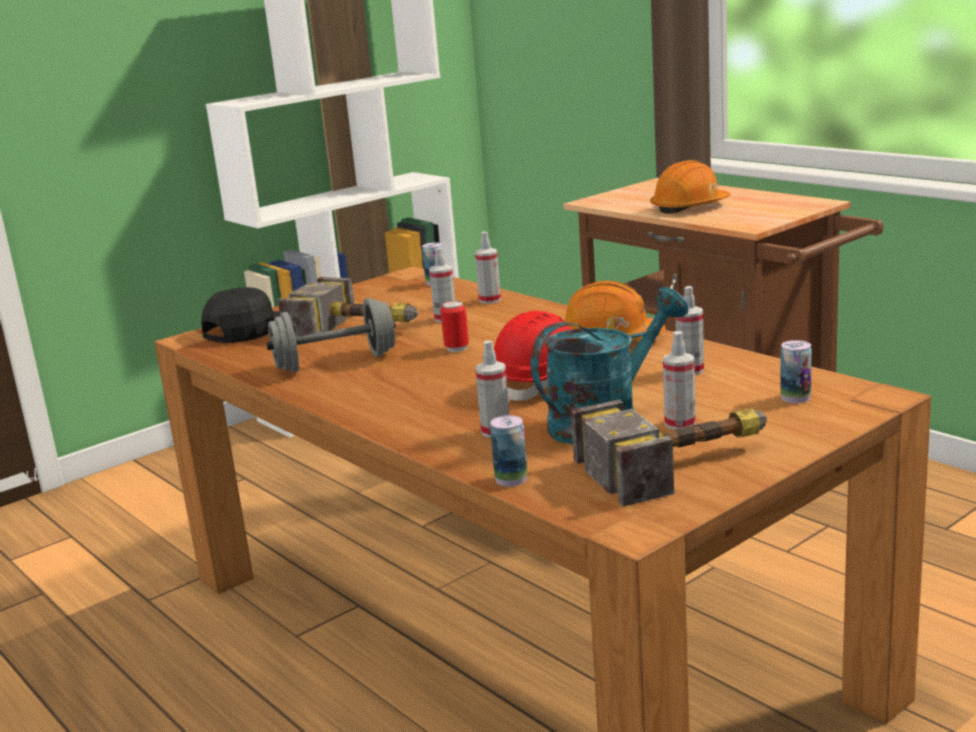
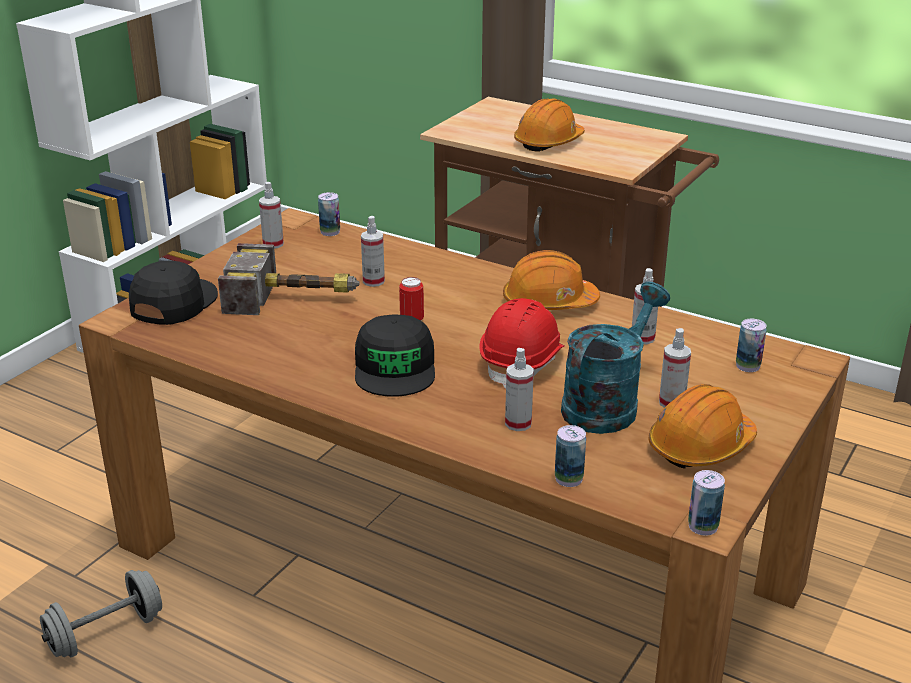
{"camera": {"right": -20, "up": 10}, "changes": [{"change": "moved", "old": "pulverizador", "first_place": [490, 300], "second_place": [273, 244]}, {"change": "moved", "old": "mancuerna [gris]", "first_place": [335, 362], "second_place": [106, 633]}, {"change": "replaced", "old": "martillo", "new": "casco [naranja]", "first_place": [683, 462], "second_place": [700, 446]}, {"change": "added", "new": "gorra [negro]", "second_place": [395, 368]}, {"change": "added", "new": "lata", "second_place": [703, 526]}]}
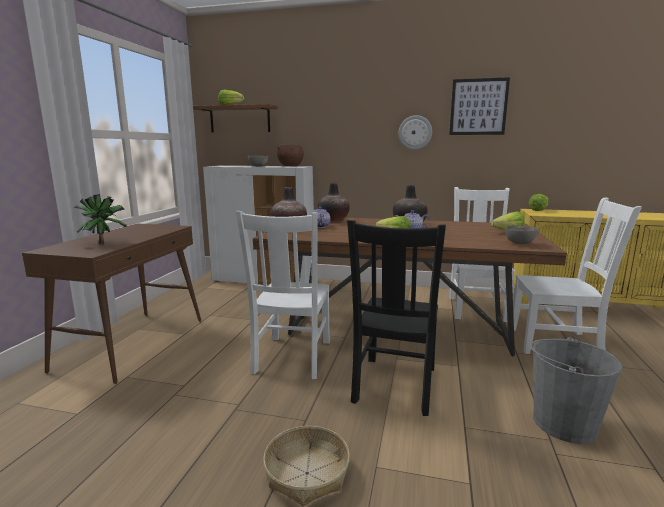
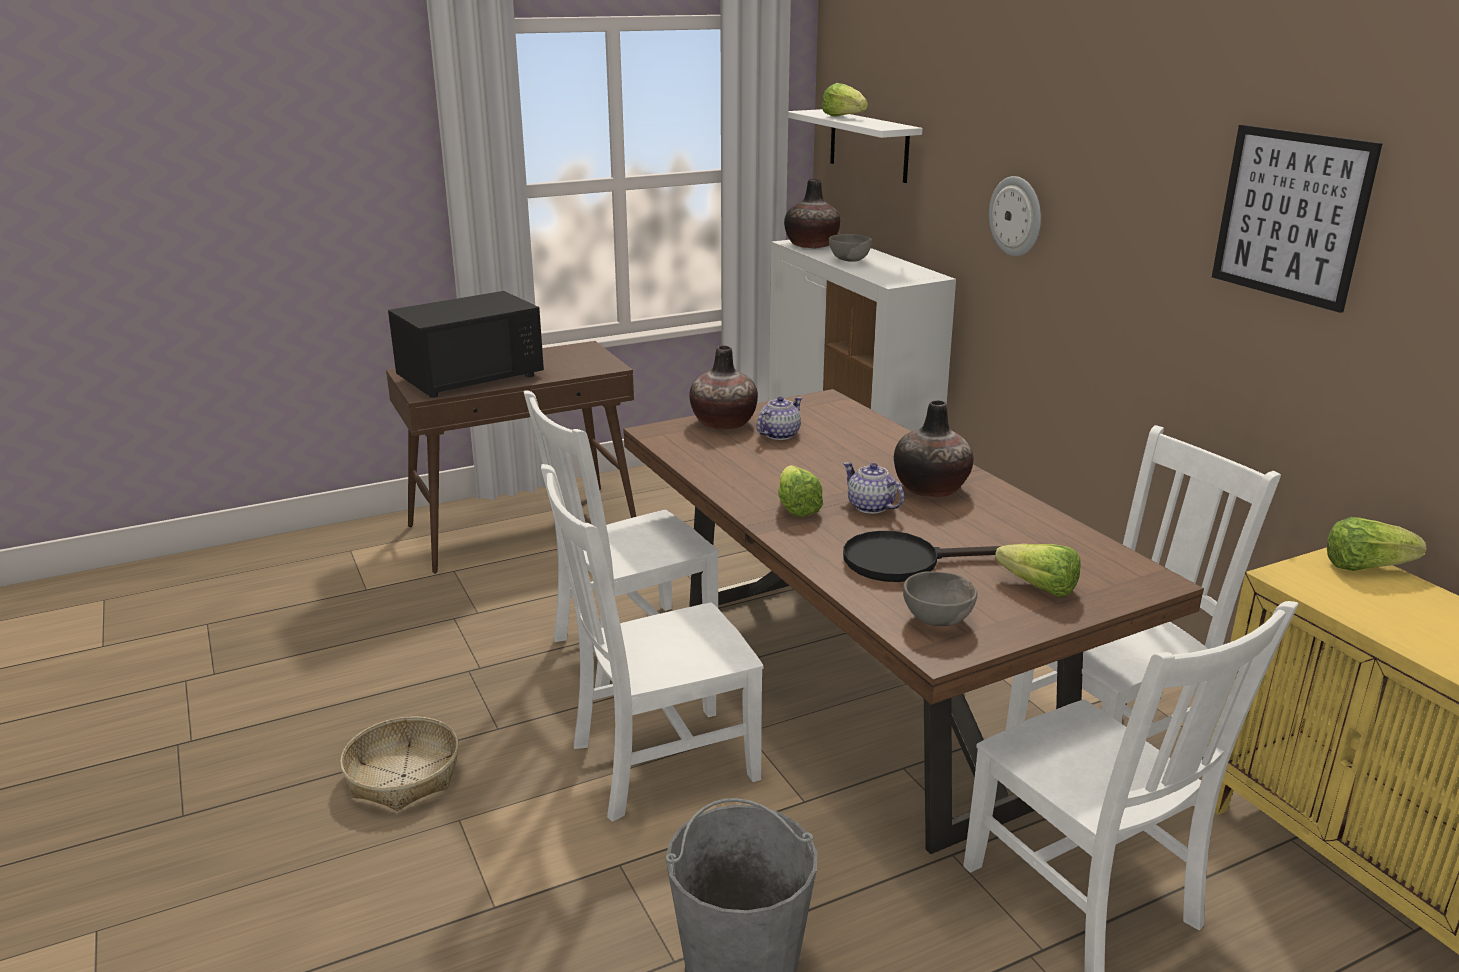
{"camera": {"right": 50, "up": 10}, "changes": [{"change": "recoloured", "old": "estante [marrón]", "new": "estante [blanco]", "first_place": [239, 119], "second_place": [868, 145]}, {"change": "moved", "old": "reloj de pared", "first_place": [415, 132], "second_place": [1016, 216]}, {"change": "removed", "old": "cuenco [marrón]", "first_place": [291, 166]}, {"change": "moved", "old": "florero", "first_place": [333, 220], "second_place": [811, 245]}, {"change": "replaced", "old": "planta en maceta", "new": "microondas [negro]", "first_place": [104, 243], "second_place": [471, 378]}, {"change": "recoloured", "old": "silla [negro]", "new": "silla [blanco]", "first_place": [394, 386], "second_place": [658, 763]}, {"change": "added", "new": "sartén [negro]", "second_place": [904, 562]}]}
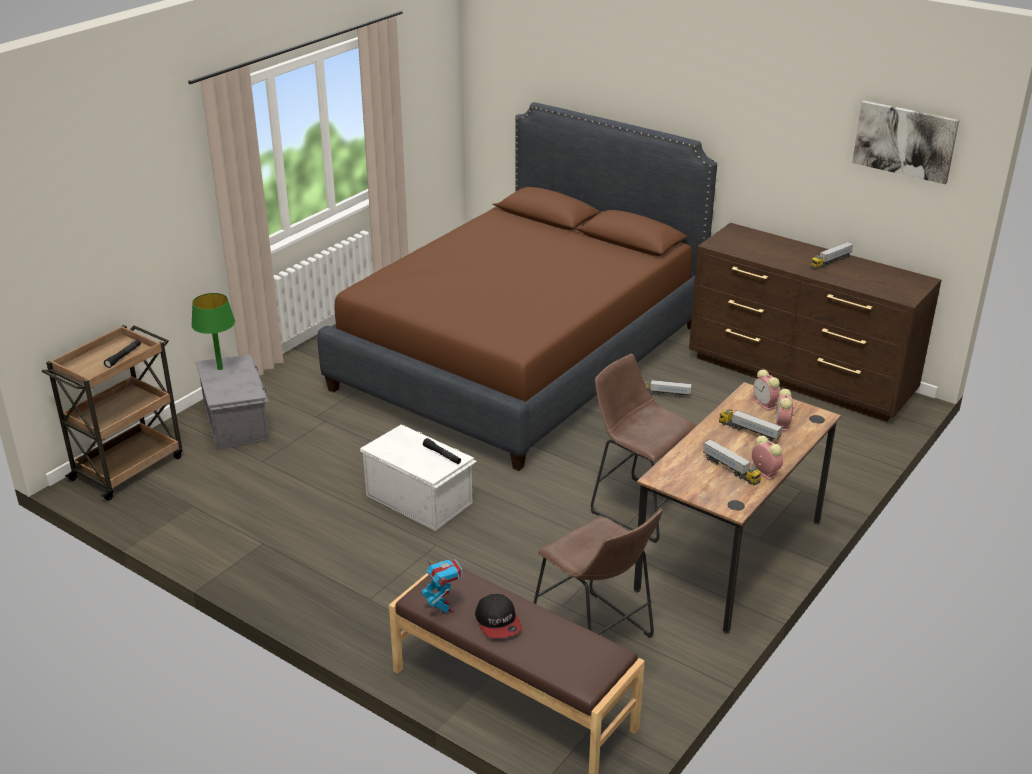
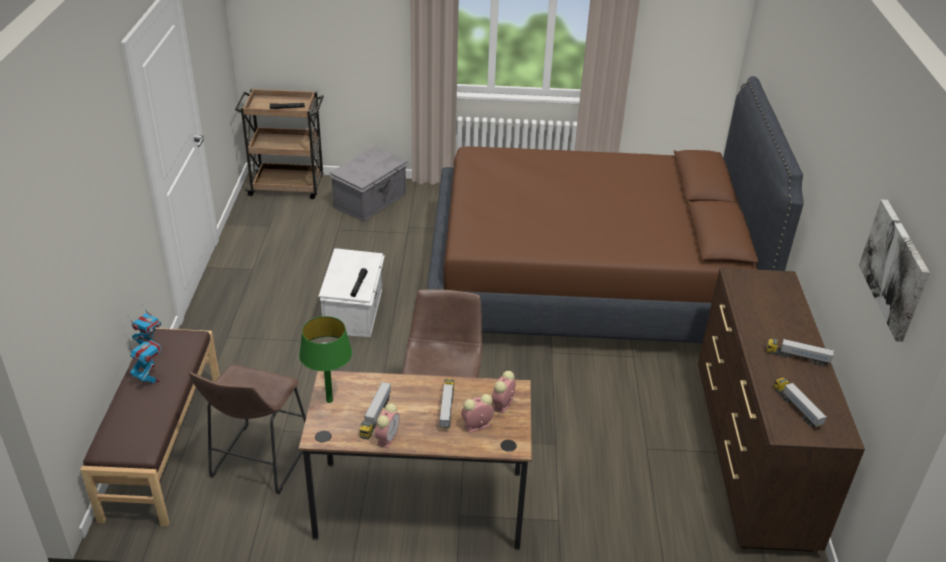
{"camera": {"right": 55, "up": 5}, "changes": [{"change": "moved", "old": "lámpara de mesa [verde]", "first_place": [220, 368], "second_place": [329, 400]}, {"change": "moved", "old": "camión de juguete", "first_place": [664, 394], "second_place": [796, 408]}, {"change": "replaced", "old": "gorra", "new": "robot de juguete", "first_place": [498, 622], "second_place": [150, 381]}]}
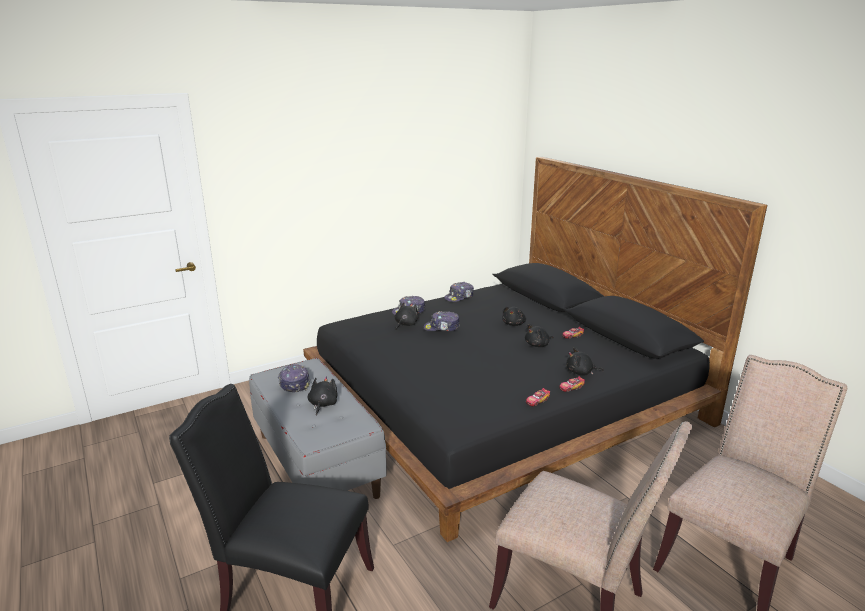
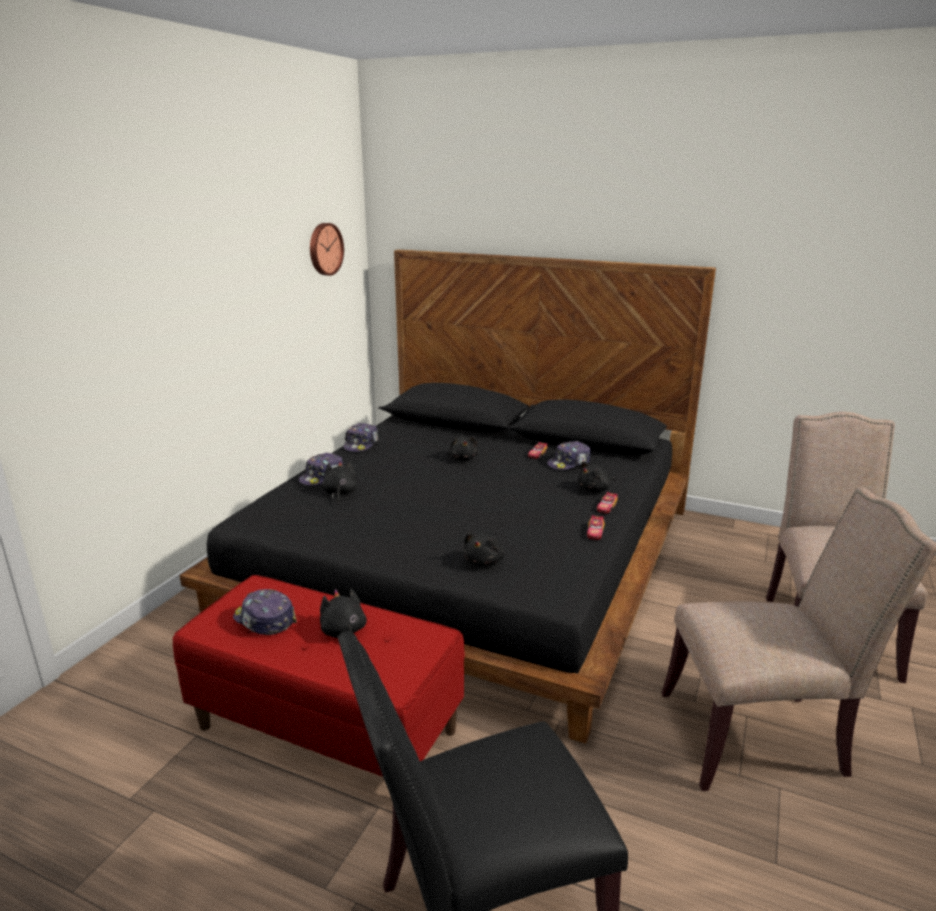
{"camera": {"right": -35, "up": 0}, "changes": [{"change": "moved", "old": "gorra", "first_place": [441, 328], "second_place": [569, 463]}, {"change": "moved", "old": "peluche [negro]", "first_place": [538, 345], "second_place": [485, 561]}, {"change": "recoloured", "old": "banco [gris]", "new": "banco [rojo]", "first_place": [317, 464], "second_place": [328, 728]}, {"change": "added", "new": "reloj de pared", "second_place": [324, 249]}]}
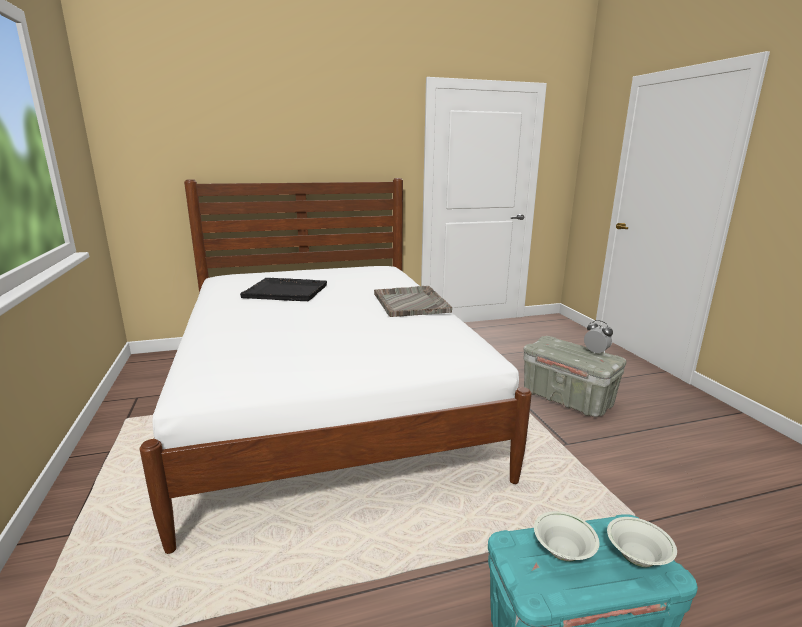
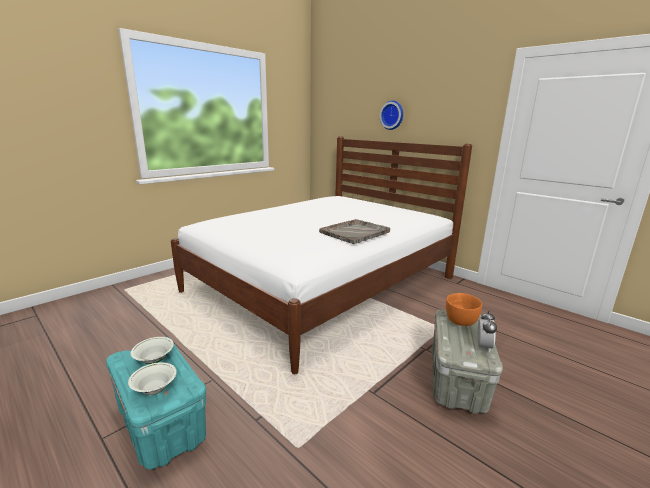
{"camera": {"right": 60, "up": 0}, "changes": [{"change": "removed", "old": "bandeja [negro]", "first_place": [286, 291]}, {"change": "added", "new": "reloj de pared", "second_place": [392, 115]}, {"change": "added", "new": "cuenco [naranja]", "second_place": [460, 321]}]}
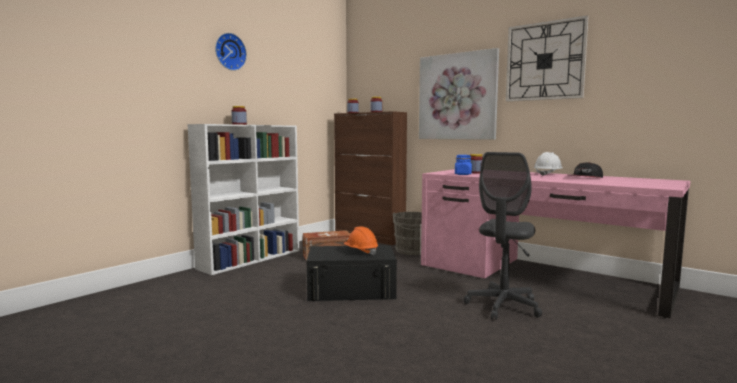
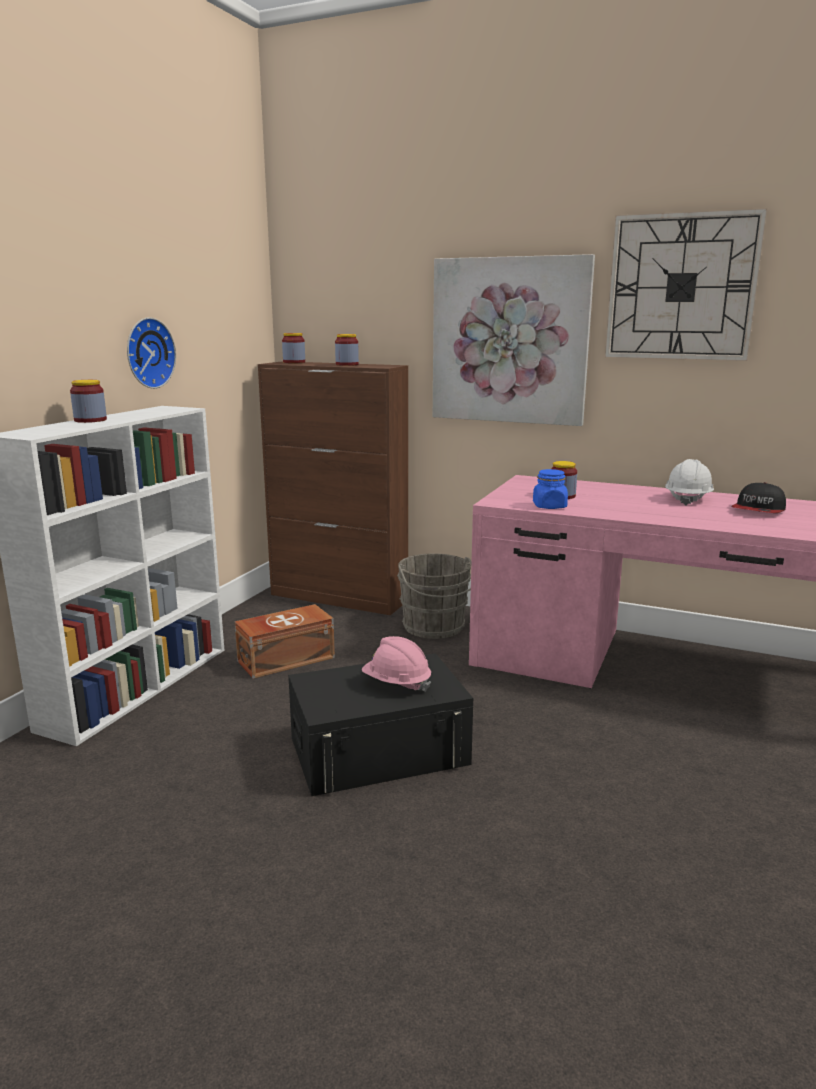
{"camera": {"right": -15, "up": 10}, "changes": [{"change": "moved", "old": "reloj de pared", "first_place": [229, 52], "second_place": [147, 353]}, {"change": "removed", "old": "silla de oficina [gris]", "first_place": [503, 306]}, {"change": "recoloured", "old": "casco [naranja]", "new": "casco [rosa]", "first_place": [361, 252], "second_place": [396, 683]}]}
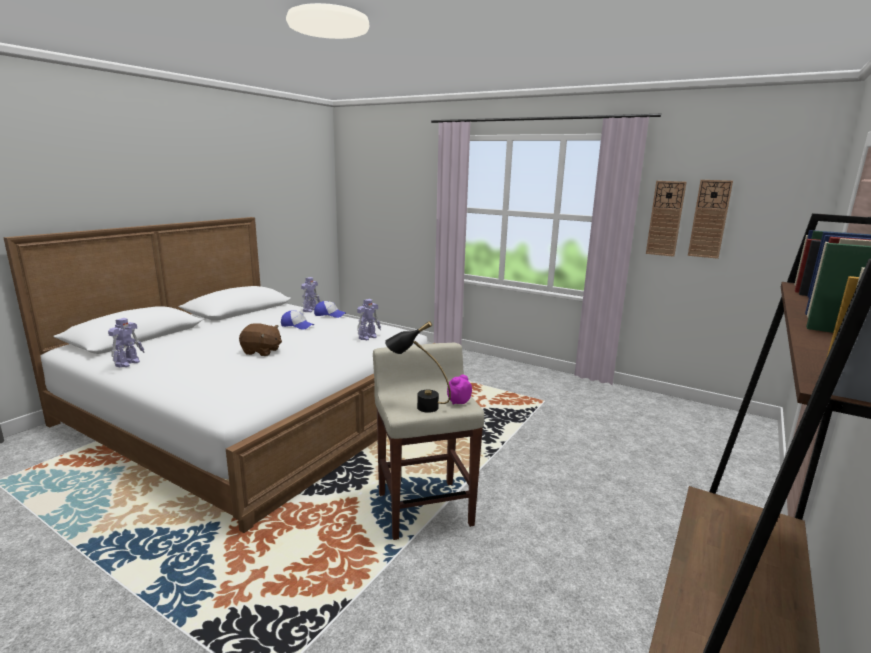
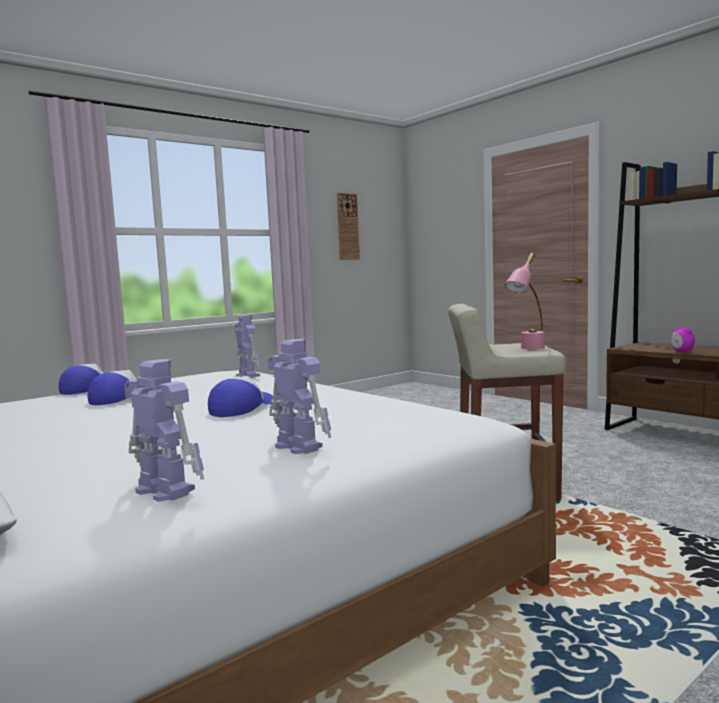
{"camera": {"right": -70, "up": -10}, "changes": [{"change": "removed", "old": "reloj de pared", "first_place": [665, 218]}, {"change": "moved", "old": "robot de juguete", "first_place": [310, 310], "second_place": [298, 446]}, {"change": "recoloured", "old": "lámpara de mesa [negro]", "new": "lámpara de mesa [rosa]", "first_place": [417, 405], "second_place": [528, 349]}, {"change": "replaced", "old": "peluche [marrón]", "new": "gorra", "first_place": [261, 351], "second_place": [242, 408]}, {"change": "moved", "old": "despertador", "first_place": [458, 402], "second_place": [682, 352]}]}
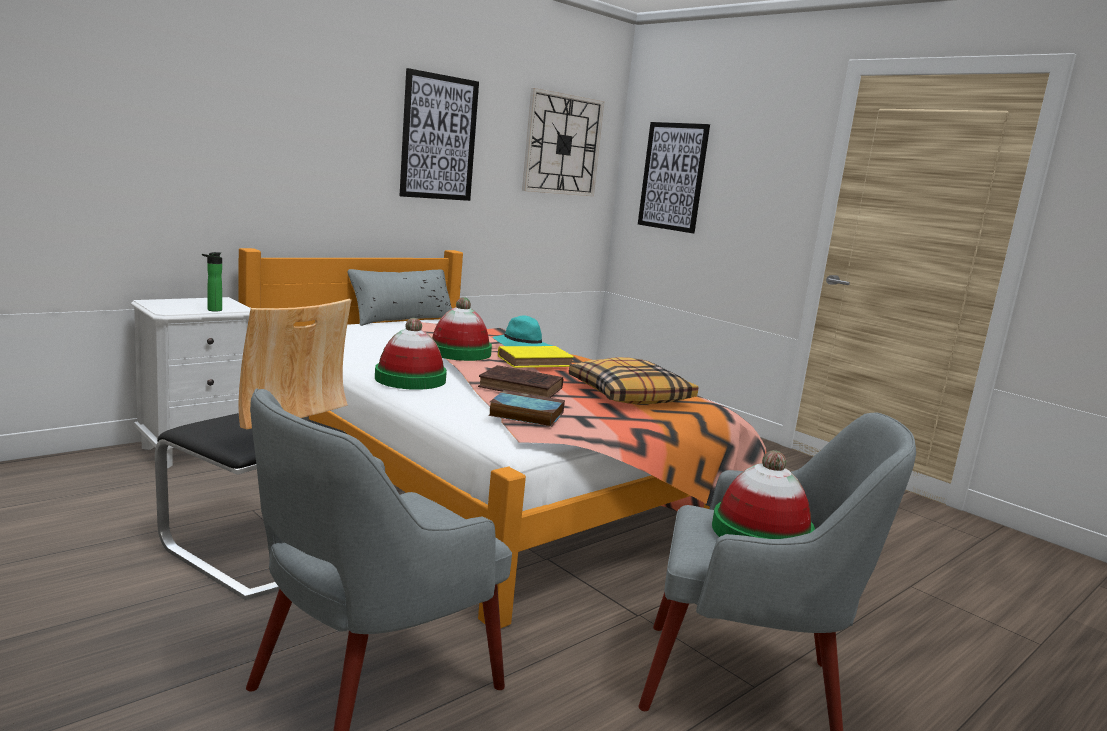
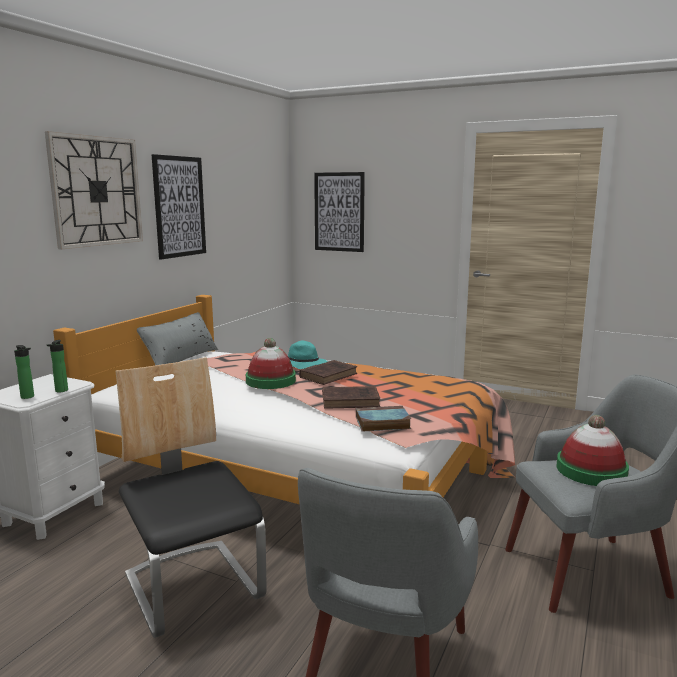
{"camera": {"right": -20, "up": 0}, "changes": [{"change": "moved", "old": "reloj de pared", "first_place": [562, 144], "second_place": [96, 191]}, {"change": "turned", "old": "silla", "first_place": [257, 550], "second_place": [194, 587], "degrees": -135}, {"change": "removed", "old": "sombrero", "first_place": [410, 379]}, {"change": "recoloured", "old": "libro [amarillo]", "new": "libro [marrón]", "first_place": [536, 361], "second_place": [329, 375]}, {"change": "removed", "old": "cojín", "first_place": [629, 395]}, {"change": "added", "new": "botella", "second_place": [28, 397]}]}
